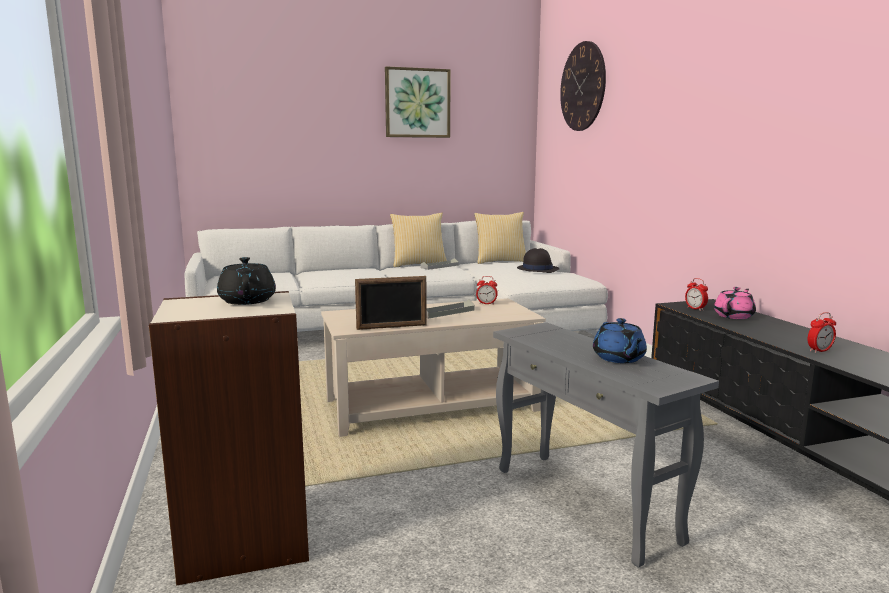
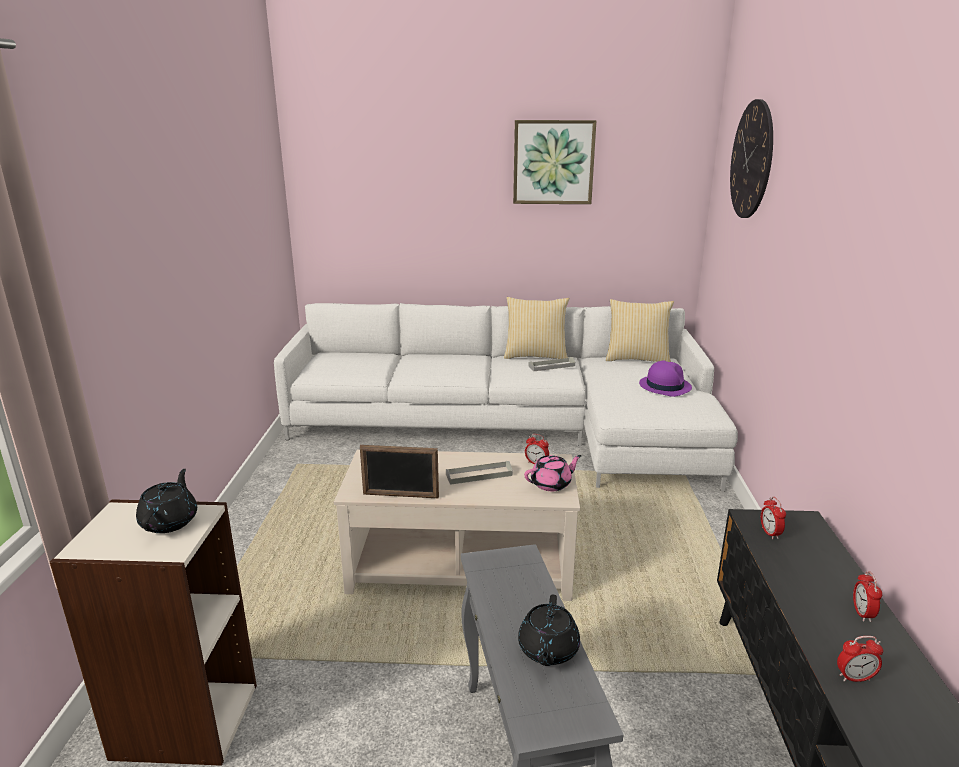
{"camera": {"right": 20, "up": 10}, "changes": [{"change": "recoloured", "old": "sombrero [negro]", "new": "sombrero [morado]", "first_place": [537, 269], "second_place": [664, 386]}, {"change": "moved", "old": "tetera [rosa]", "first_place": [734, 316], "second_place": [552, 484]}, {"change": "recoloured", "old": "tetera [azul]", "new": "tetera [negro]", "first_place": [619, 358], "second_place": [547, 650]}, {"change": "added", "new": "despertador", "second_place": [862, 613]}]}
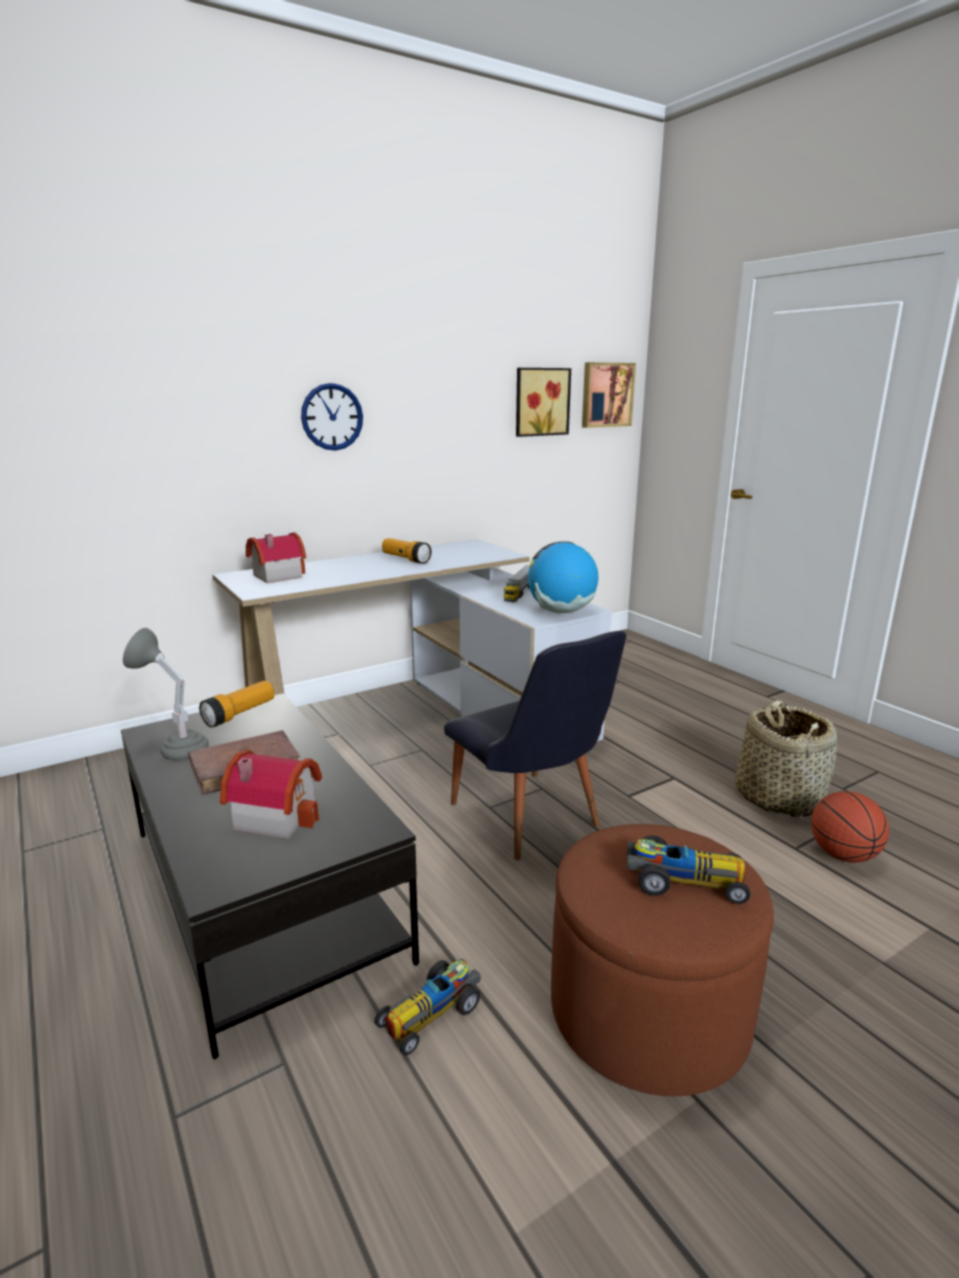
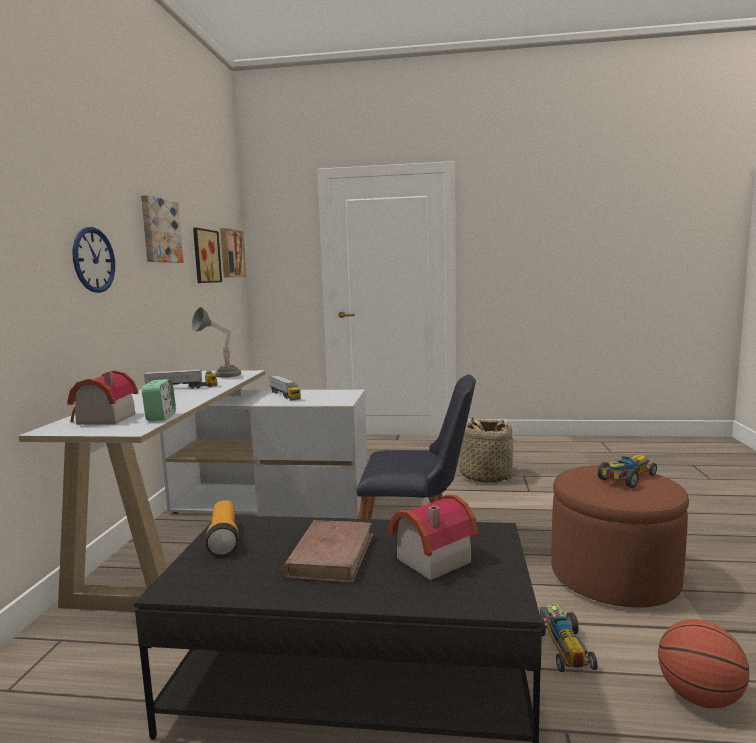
{"camera": {"right": -50, "up": -10}, "changes": [{"change": "replaced", "old": "linterna", "new": "camión de juguete", "first_place": [406, 559], "second_place": [182, 388]}, {"change": "removed", "old": "globo terráqueo", "first_place": [561, 612]}, {"change": "moved", "old": "lámpara de mesa [gris]", "first_place": [175, 747], "second_place": [220, 376]}, {"change": "moved", "old": "balón de baloncesto", "first_place": [843, 855], "second_place": [699, 697]}, {"change": "added", "new": "cuadro", "second_place": [159, 231]}, {"change": "added", "new": "despertador", "second_place": [161, 417]}]}
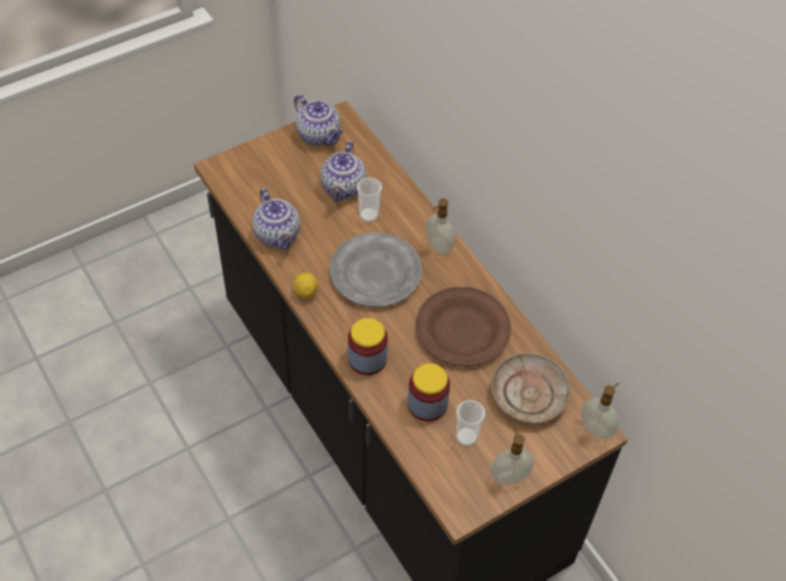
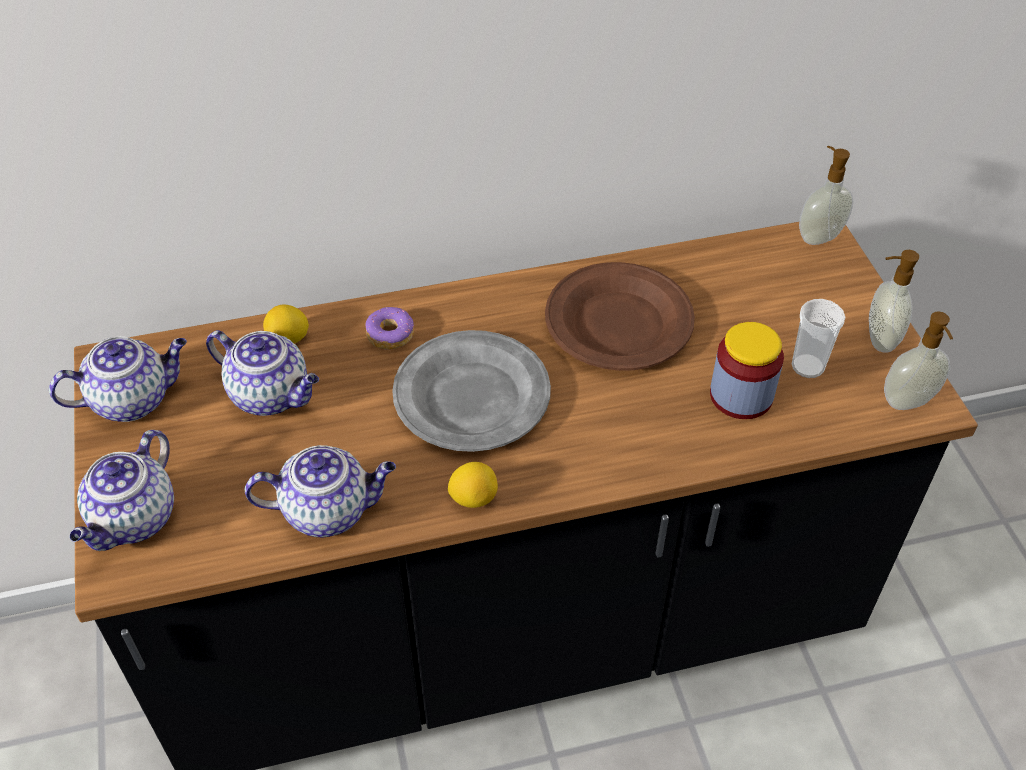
{"camera": {"right": -70, "up": -5}, "changes": [{"change": "removed", "old": "taza", "first_place": [369, 215]}, {"change": "moved", "old": "dispensador de jabón", "first_place": [438, 246], "second_place": [908, 402]}, {"change": "removed", "old": "tarro", "first_place": [367, 359]}, {"change": "removed", "old": "plato [beis]", "first_place": [529, 394]}, {"change": "added", "new": "limón", "second_place": [289, 339]}, {"change": "added", "new": "rosquilla", "second_place": [390, 334]}, {"change": "added", "new": "tetera", "second_place": [134, 520]}]}
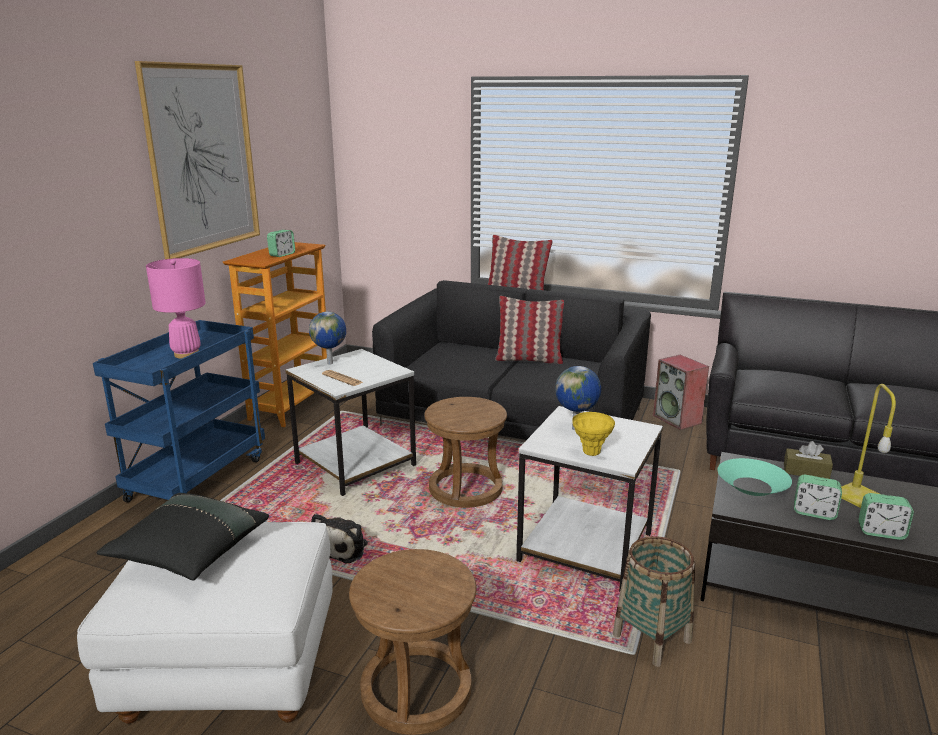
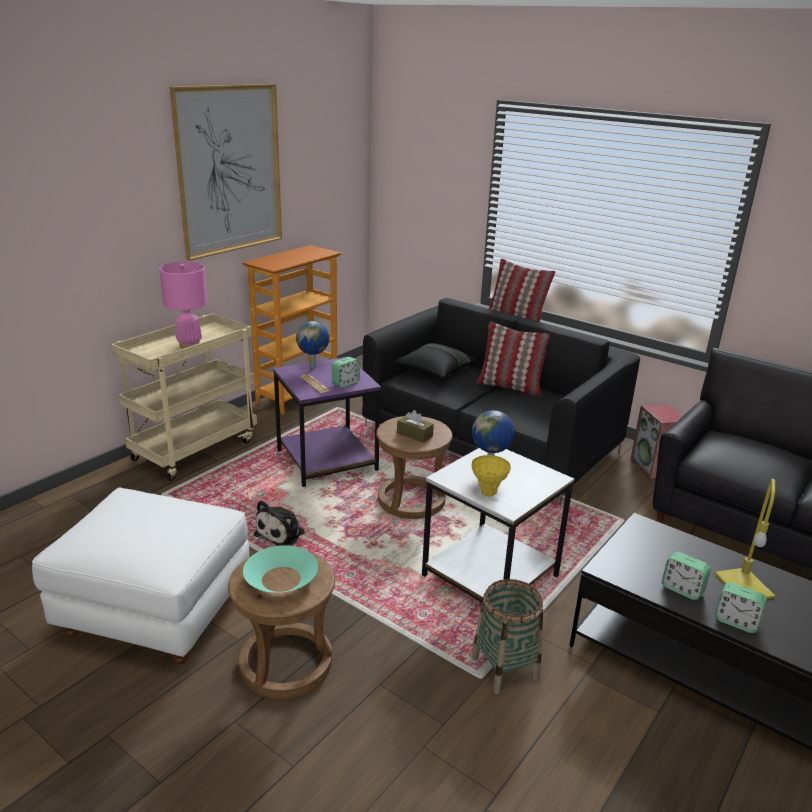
{"camera": {"right": 15, "up": 5}, "changes": [{"change": "moved", "old": "despertador", "first_place": [282, 255], "second_place": [345, 383]}, {"change": "recoloured", "old": "carrito [azul]", "new": "carrito [beis]", "first_place": [198, 477], "second_place": [195, 449]}, {"change": "recoloured", "old": "mesa auxiliar [blanco]", "new": "mesa auxiliar [morado]", "first_place": [355, 464], "second_place": [327, 460]}, {"change": "moved", "old": "caja de pañuelos [marrón]", "first_place": [806, 472], "second_place": [414, 434]}, {"change": "moved", "old": "cuenco [turquesa]", "first_place": [752, 486], "second_place": [281, 579]}, {"change": "moved", "old": "cojín [negro]", "first_place": [189, 554], "second_place": [434, 372]}]}
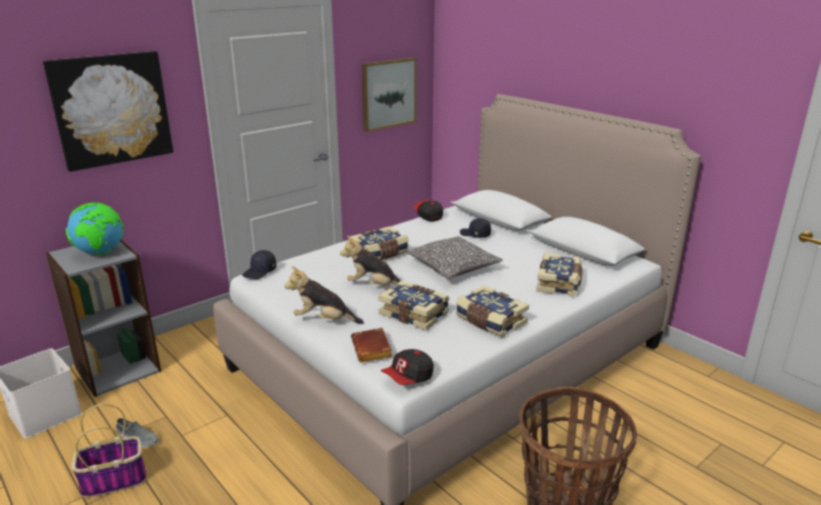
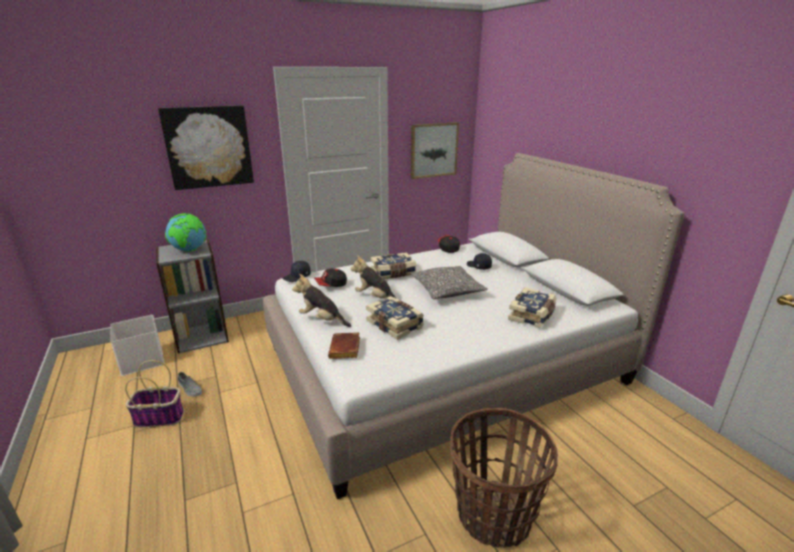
{"camera": {"right": 15, "up": 0}, "changes": [{"change": "removed", "old": "libro", "first_place": [490, 321]}, {"change": "moved", "old": "gorra", "first_place": [408, 378], "second_place": [331, 285]}]}
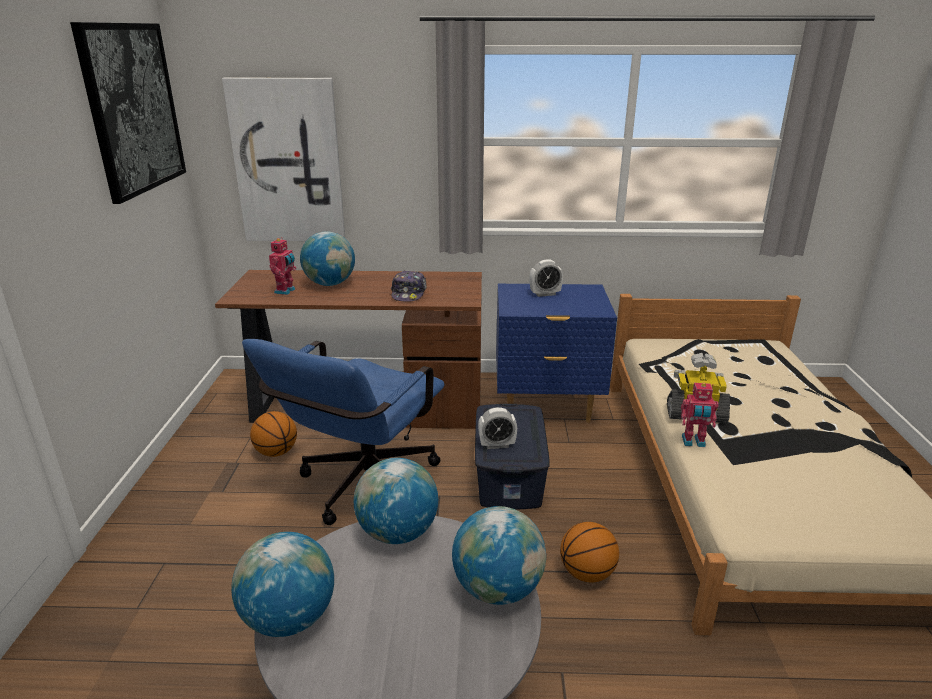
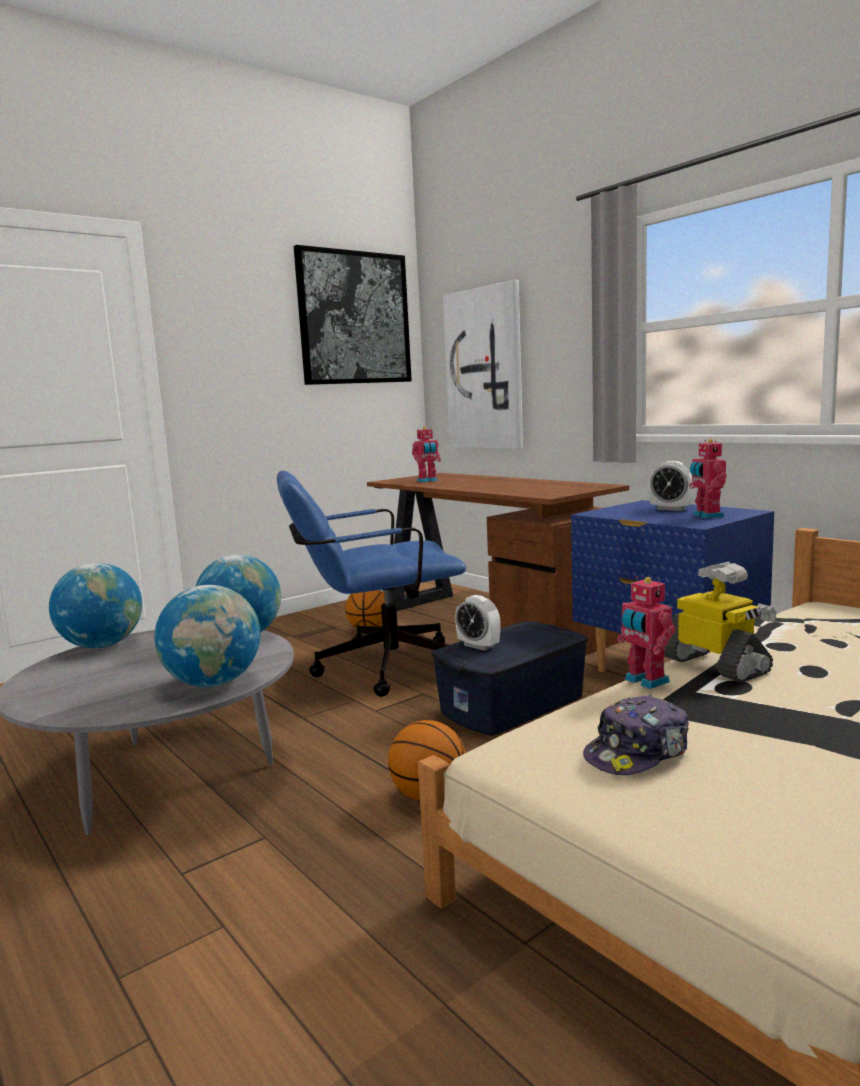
{"camera": {"right": 50, "up": -15}, "changes": [{"change": "removed", "old": "globo terráqueo", "first_place": [330, 284]}, {"change": "moved", "old": "gorra", "first_place": [409, 293], "second_place": [638, 753]}, {"change": "added", "new": "robot de juguete", "second_place": [706, 516]}]}
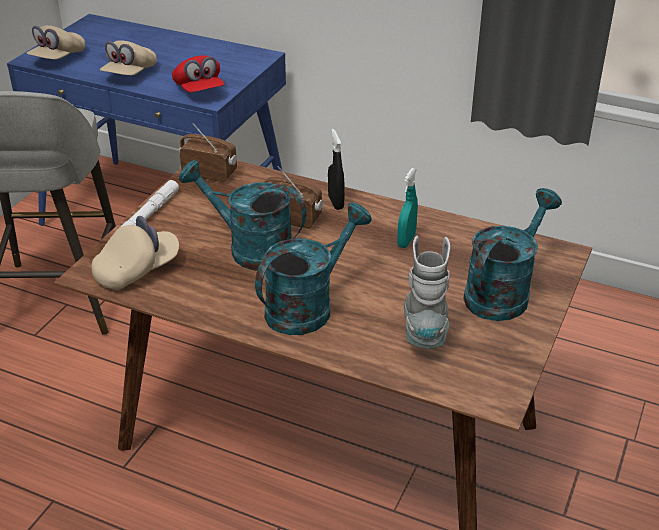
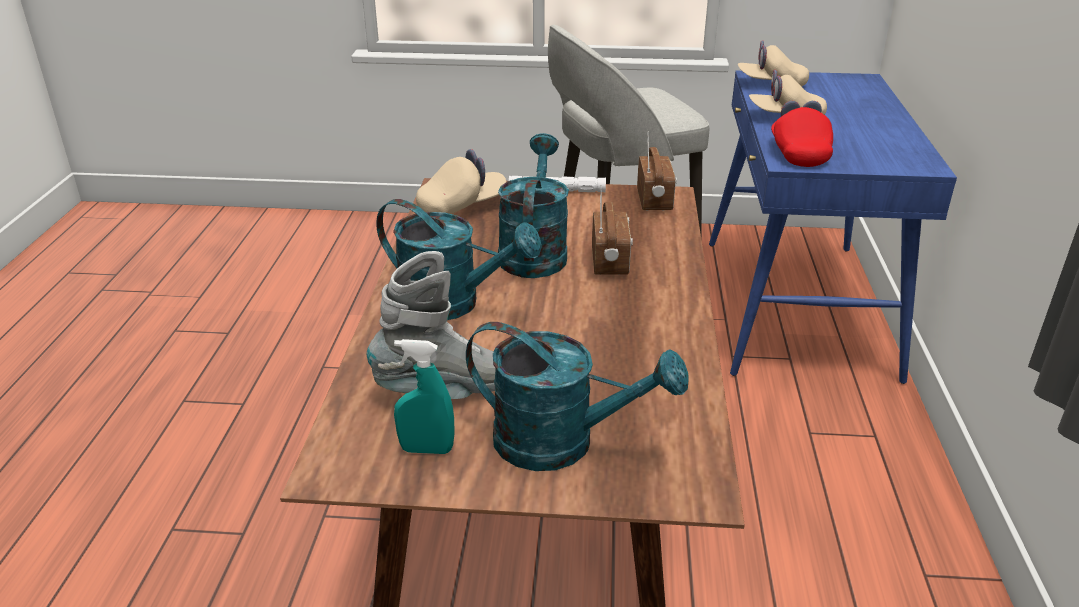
{"camera": {"right": 70, "up": -5}, "changes": [{"change": "turned", "old": "gorra [rojo]", "first_place": [199, 90], "second_place": [798, 153], "degrees": 135}, {"change": "removed", "old": "pulverizador [negro]", "first_place": [336, 202]}, {"change": "moved", "old": "pulverizador [turquesa]", "first_place": [406, 241], "second_place": [426, 449]}, {"change": "turned", "old": "gorra [beis]", "first_place": [137, 270], "second_place": [461, 206], "degrees": -60}]}
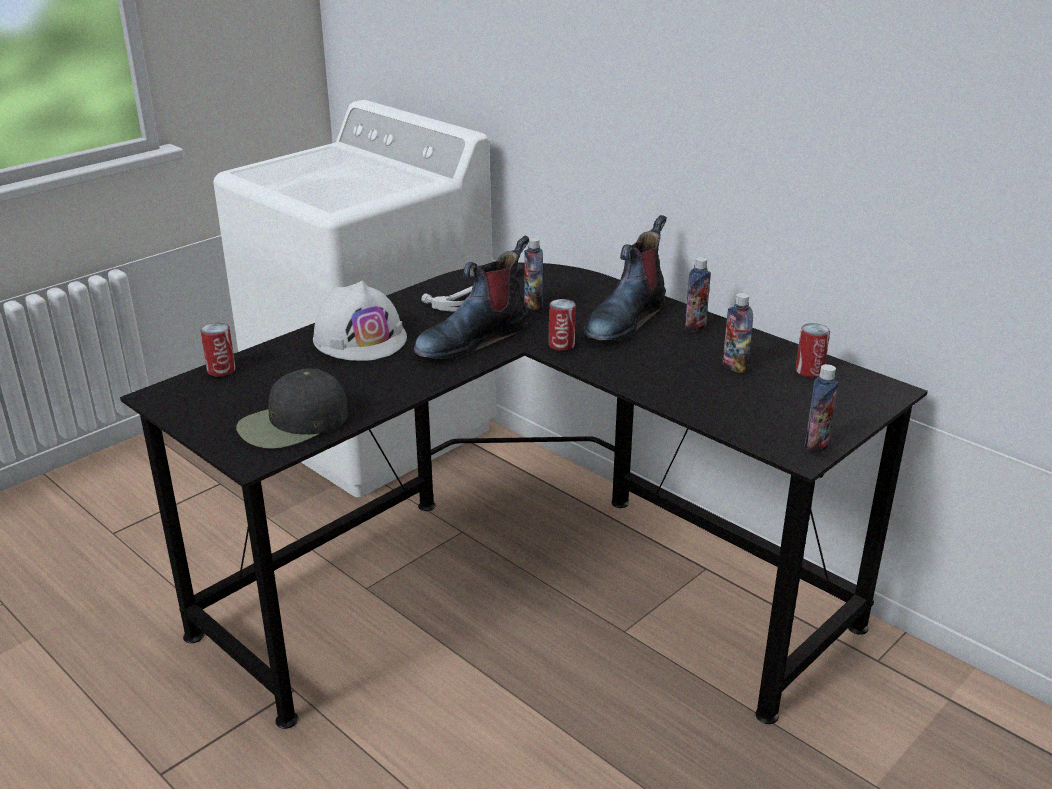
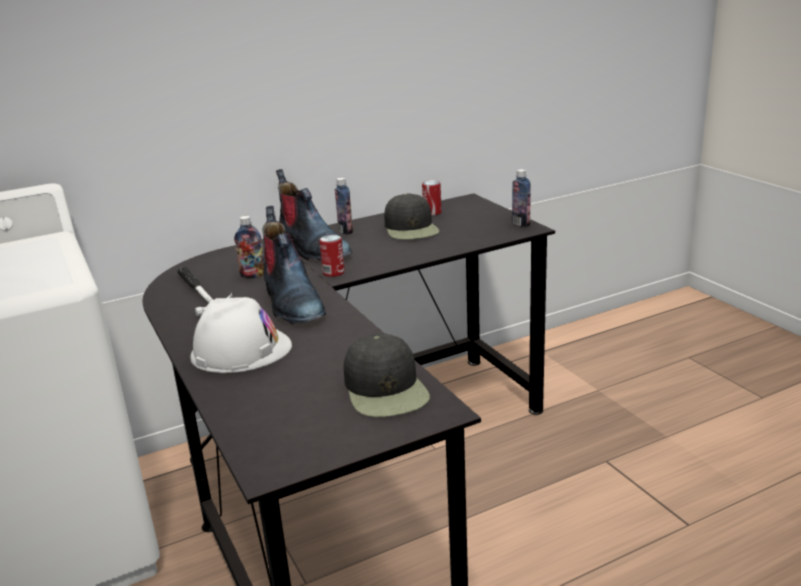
{"camera": {"right": -70, "up": -5}, "changes": [{"change": "replaced", "old": "botella", "new": "gorra [negro]", "first_place": [734, 366], "second_place": [411, 228]}, {"change": "removed", "old": "lata", "first_place": [221, 370]}]}
